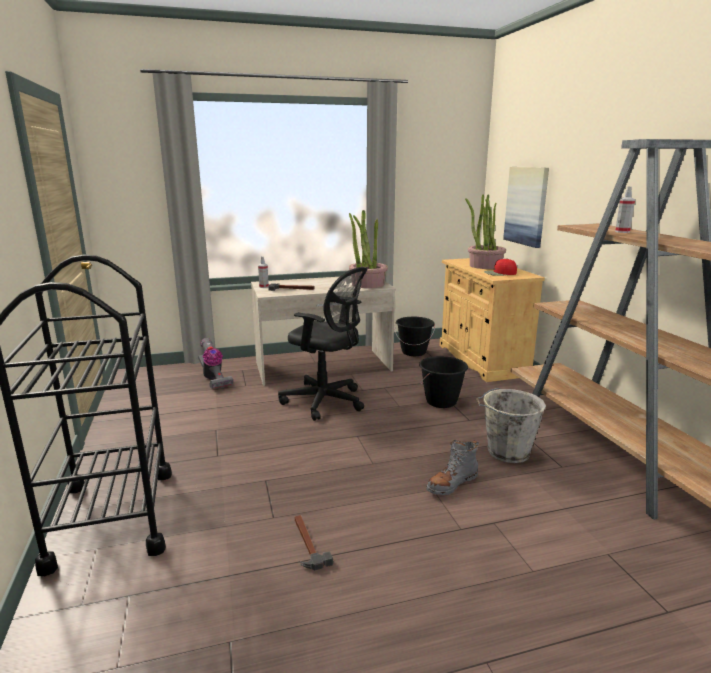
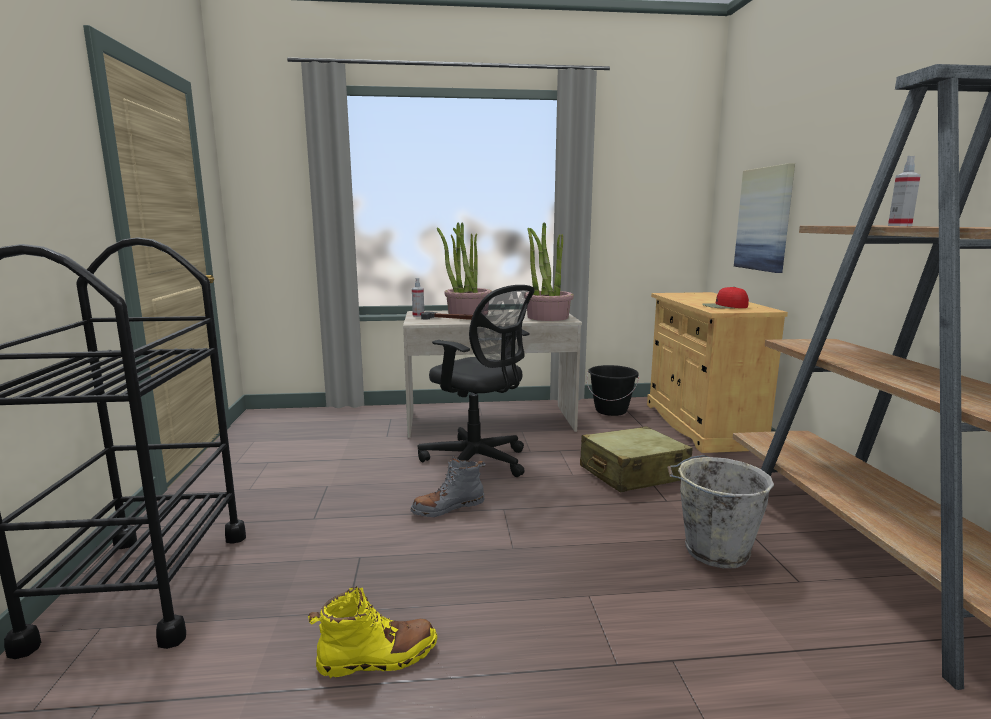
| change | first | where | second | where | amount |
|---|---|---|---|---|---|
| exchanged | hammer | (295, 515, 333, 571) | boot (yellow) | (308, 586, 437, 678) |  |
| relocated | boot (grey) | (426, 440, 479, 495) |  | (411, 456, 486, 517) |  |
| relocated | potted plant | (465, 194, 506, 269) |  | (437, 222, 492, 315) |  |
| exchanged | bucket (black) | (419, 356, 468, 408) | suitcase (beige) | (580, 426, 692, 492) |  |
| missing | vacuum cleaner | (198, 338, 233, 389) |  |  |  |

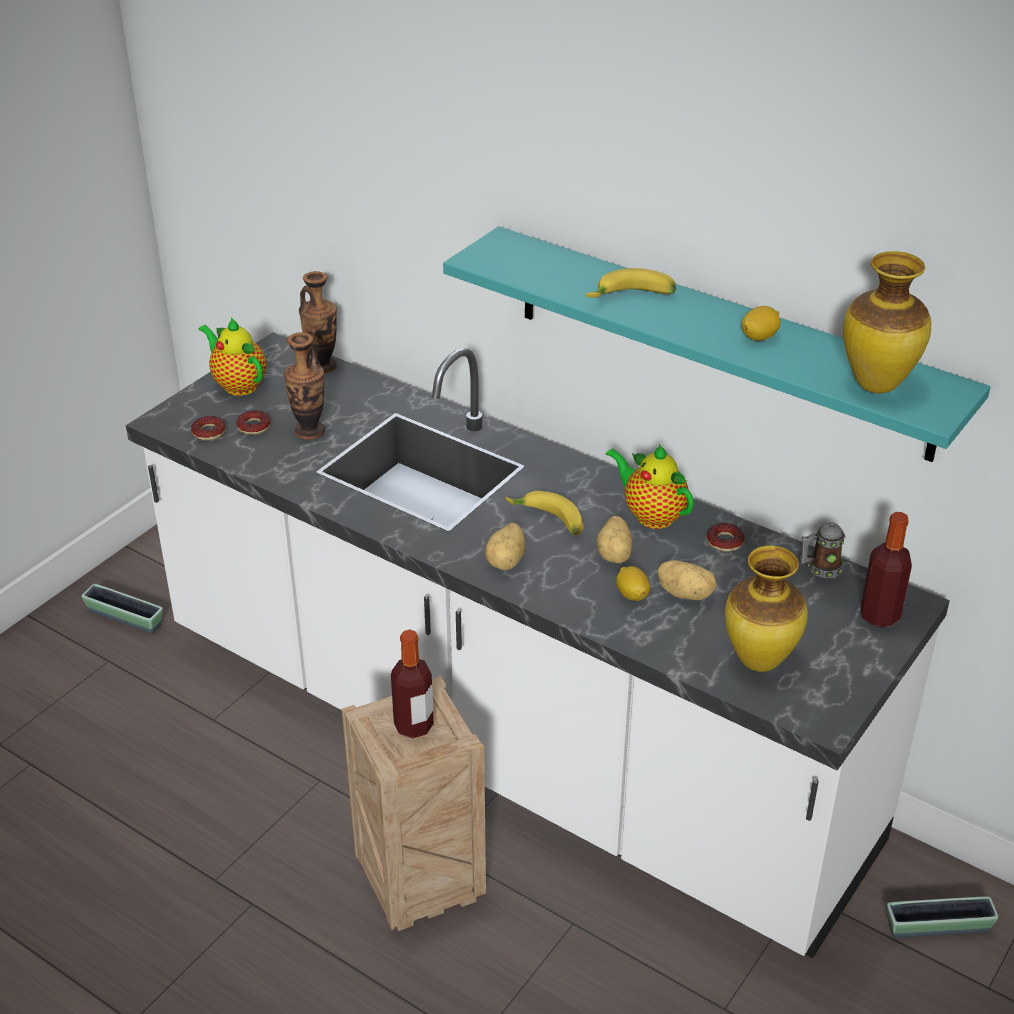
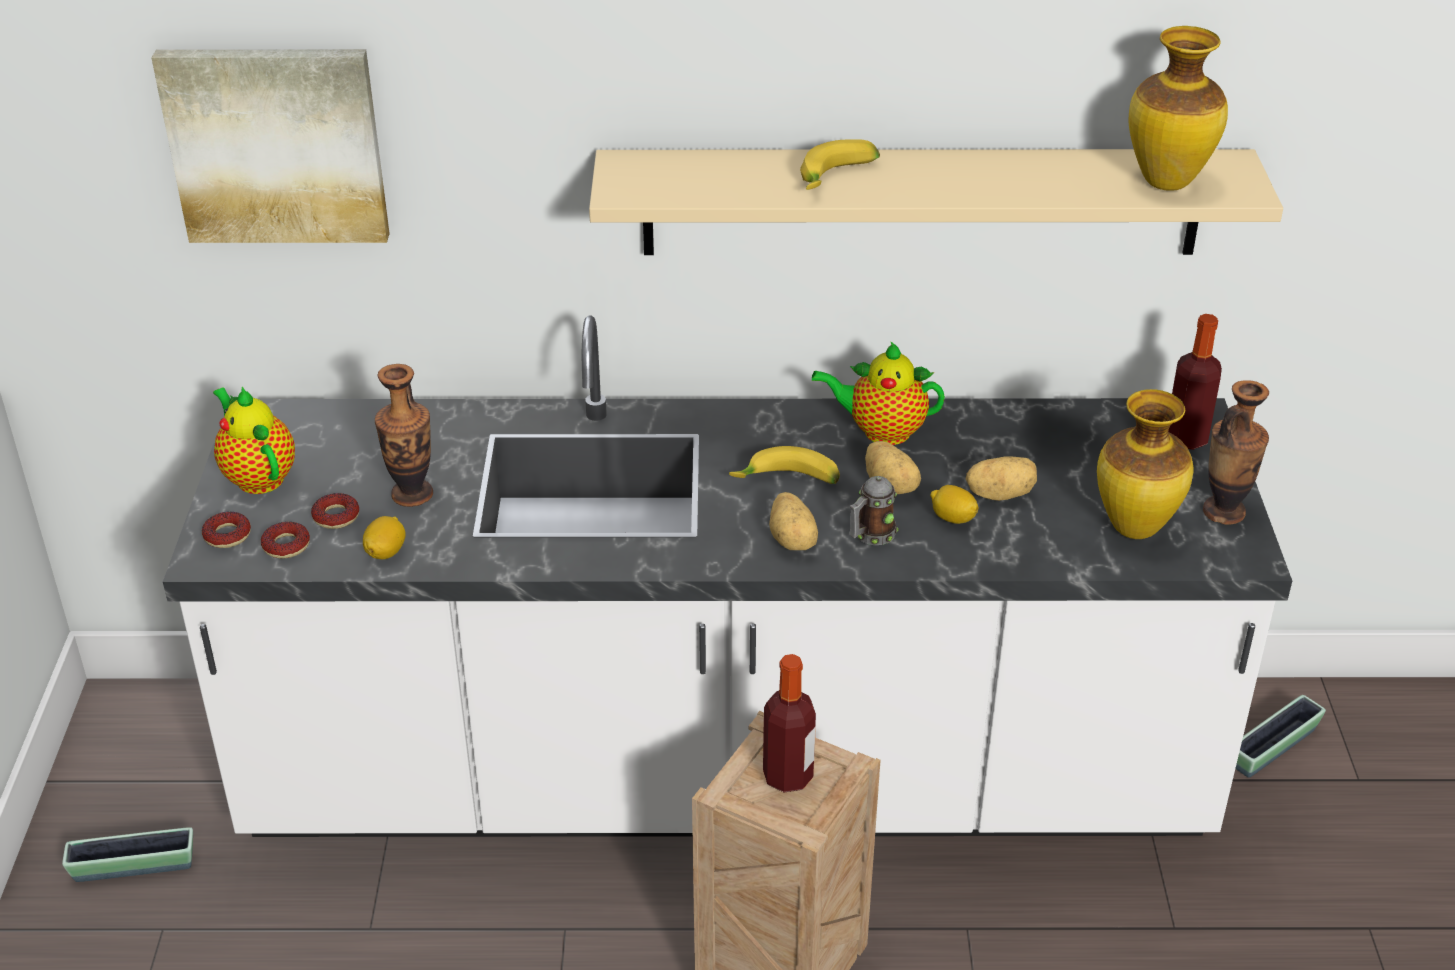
| change | first | where | second | where | amount |
|---|---|---|---|---|---|
| appeared |  |  | picture | (152, 49, 390, 243) |  |
| relocated | donut | (707, 523, 745, 552) |  | (202, 512, 251, 548) |  |
| spun | teapot | (199, 317, 267, 396) |  | (213, 387, 295, 494) | 45 degrees clockwise |
| relocated | lemon | (741, 306, 781, 341) |  | (363, 516, 406, 559) |  |
| colour | shelf (turquoise) | (443, 226, 991, 462) | shelf (beige) | (589, 149, 1283, 255) |  |
| relocated | mug | (800, 522, 845, 578) |  | (849, 476, 898, 545) |  |
| relocated | vase | (299, 271, 337, 373) |  | (1203, 380, 1269, 525) |  |

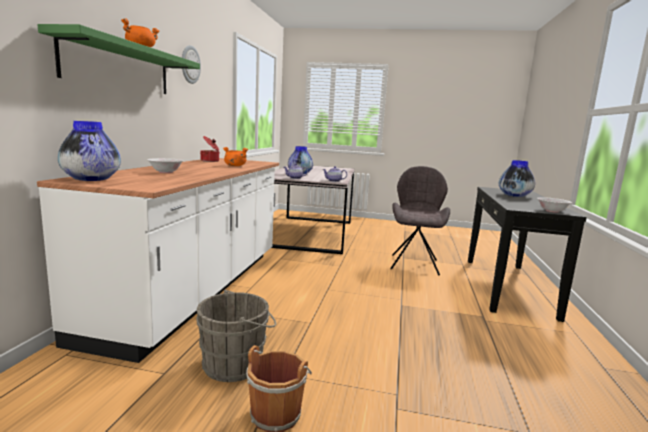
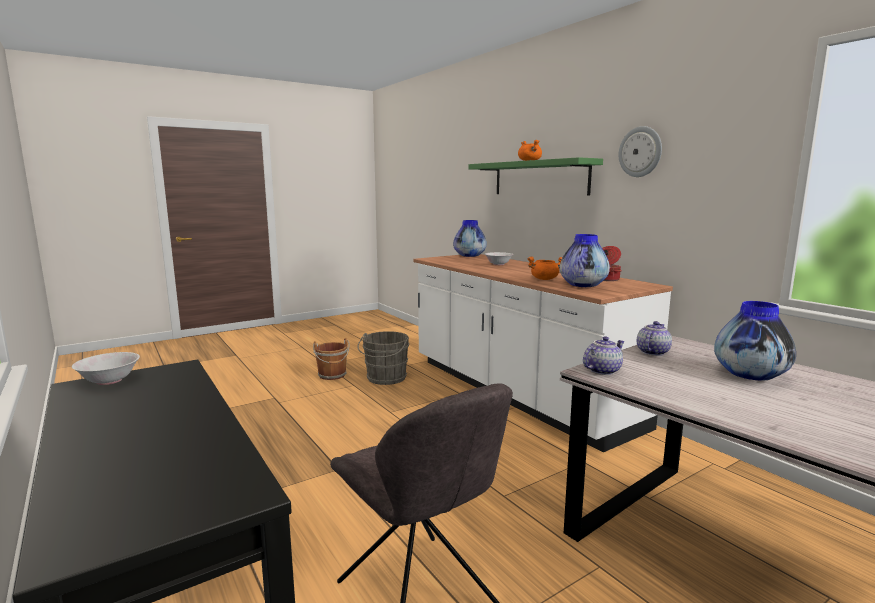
| change | first | where | second | where | amount |
|---|---|---|---|---|---|
| relocated | vase | (499, 160, 535, 197) |  | (560, 234, 610, 287) |  |

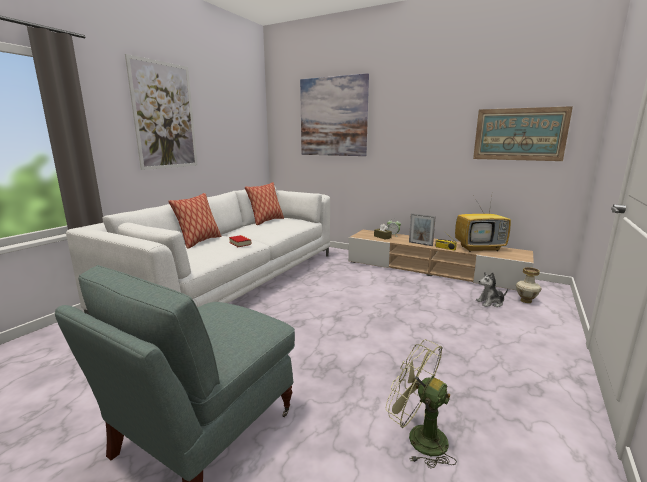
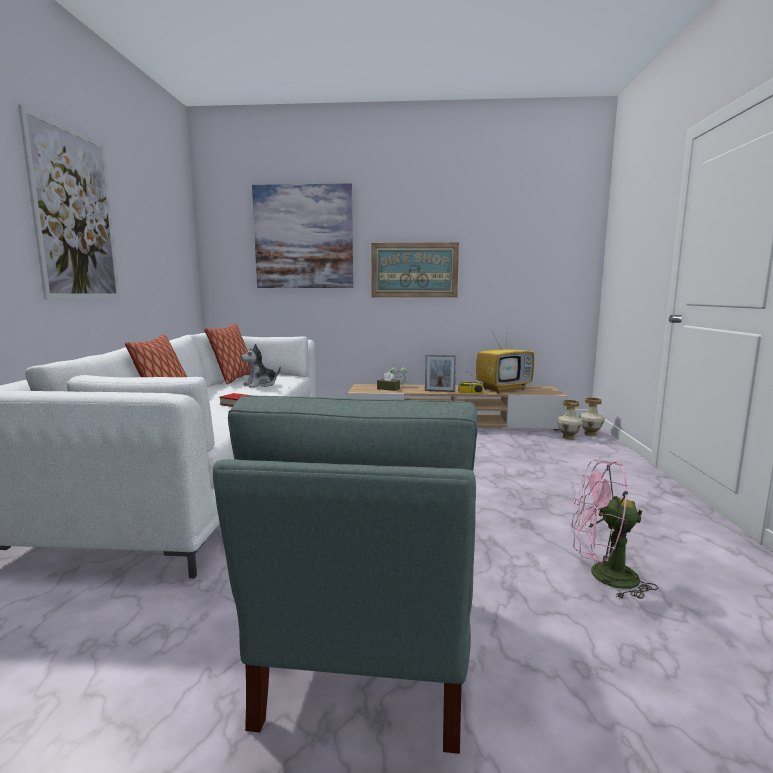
| change | first | where | second | where | amount |
|---|---|---|---|---|---|
| relocated | plush toy | (476, 272, 508, 307) |  | (241, 344, 281, 388) |  |
| relocated | picture | (473, 106, 573, 161) |  | (371, 242, 459, 298) |  |
| colour | fan (green) | (386, 339, 457, 469) | fan (pink) | (571, 459, 658, 599) |  |
| appeared |  |  | vase | (579, 397, 605, 436) |  |

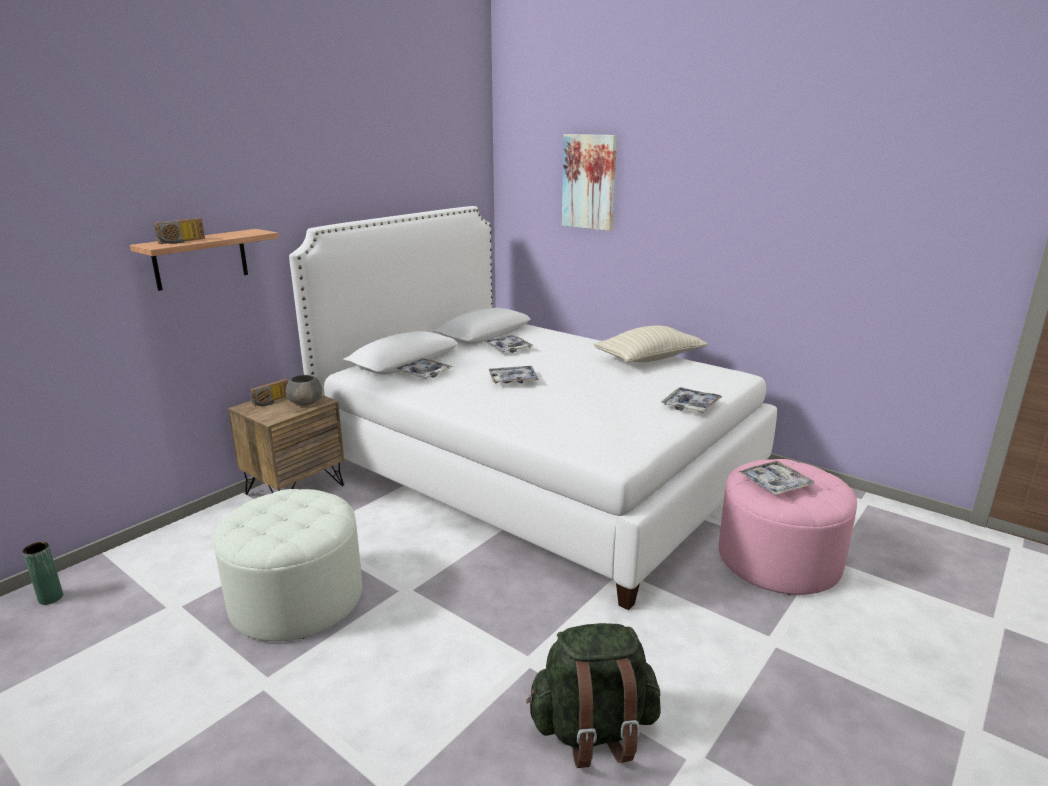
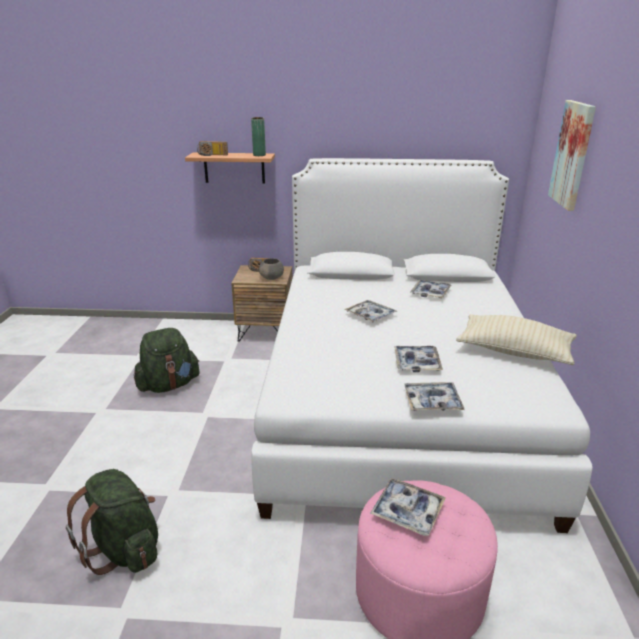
| change | first | where | second | where | amount |
|---|---|---|---|---|---|
| exchanged | ottoman (white) | (214, 489, 362, 642) | backpack (green) | (134, 328, 200, 393) |  |
| relocated | vase (green) | (23, 542, 63, 605) |  | (251, 117, 266, 156) |  |
| relocated | tray | (394, 358, 453, 379) |  | (394, 346, 443, 372) |  |

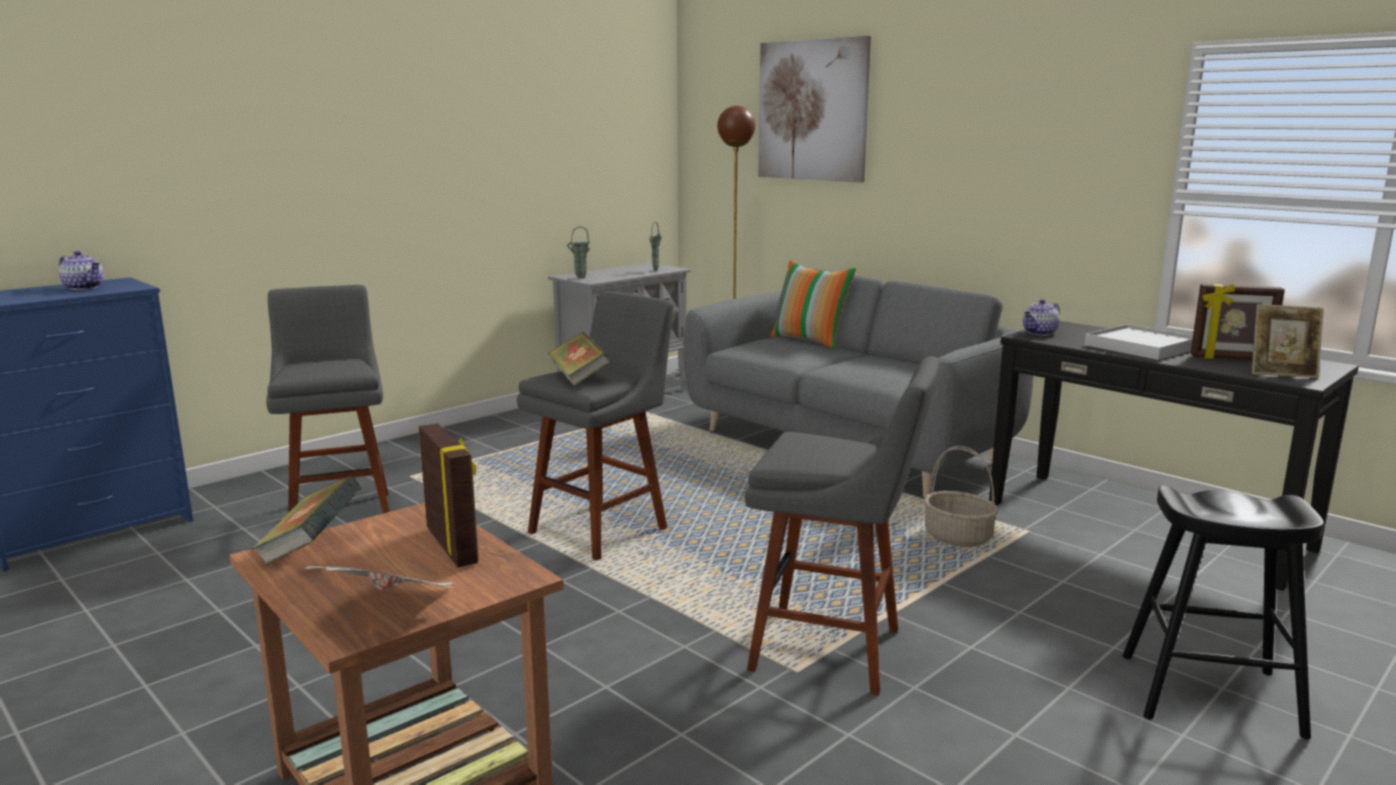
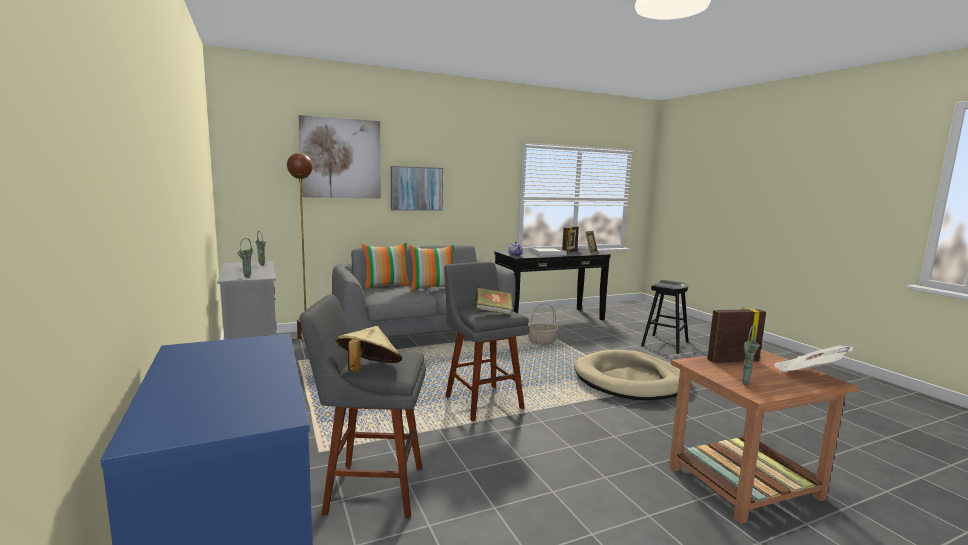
| change | first | where | second | where | amount |
|---|---|---|---|---|---|
| appeared |  |  | hat (beige) | (335, 326, 402, 372) |  |
| appeared |  |  | picture | (391, 166, 443, 210) |  |
| appeared |  |  | pillow | (409, 245, 454, 291) |  |
| exchanged | stool (grey) | (745, 356, 939, 696) | dog bed (beige) | (574, 350, 692, 400) |  |
| exchanged | book | (251, 476, 361, 565) | vase (green) | (742, 325, 760, 386) |  |
| missing | teapot | (59, 251, 104, 290) |  |  |  |

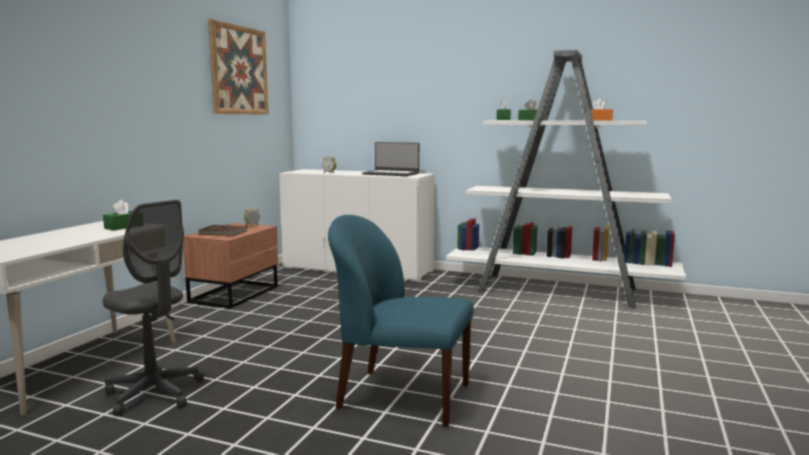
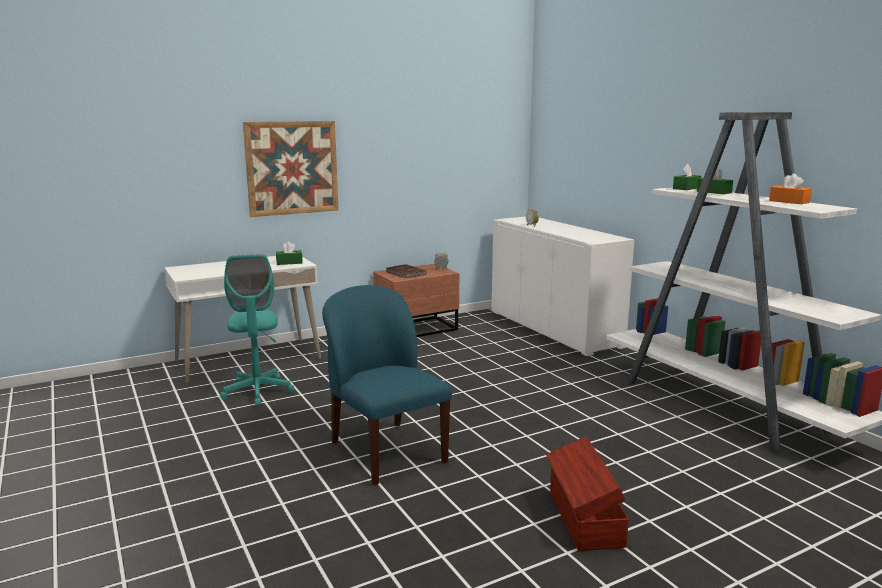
| change | first | where | second | where | amount |
|---|---|---|---|---|---|
| colour | office chair (grey) | (103, 200, 204, 416) | office chair (turquoise) | (220, 254, 295, 407) |  |
| relocated | picture | (208, 19, 269, 114) |  | (243, 121, 338, 217) |  |
| appeared |  |  | storage box (brown) | (546, 436, 629, 551) |  |
| missing | laptop | (362, 142, 419, 176) |  |  |  |

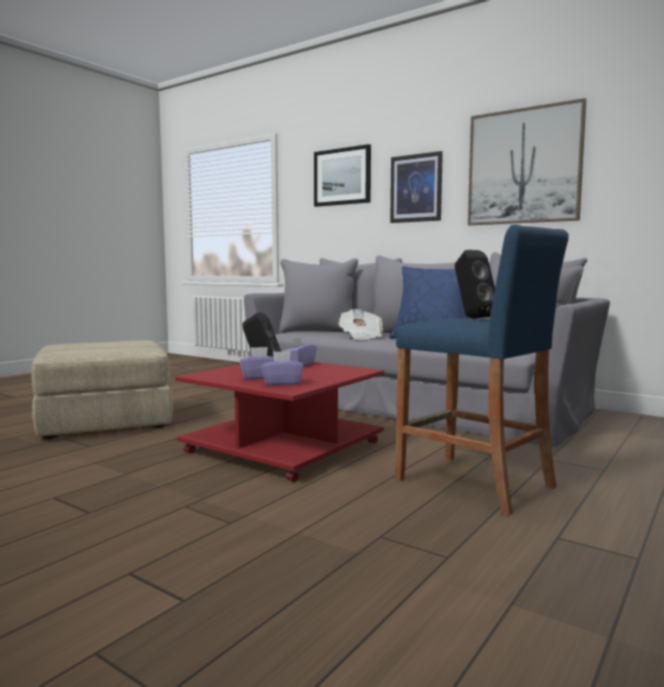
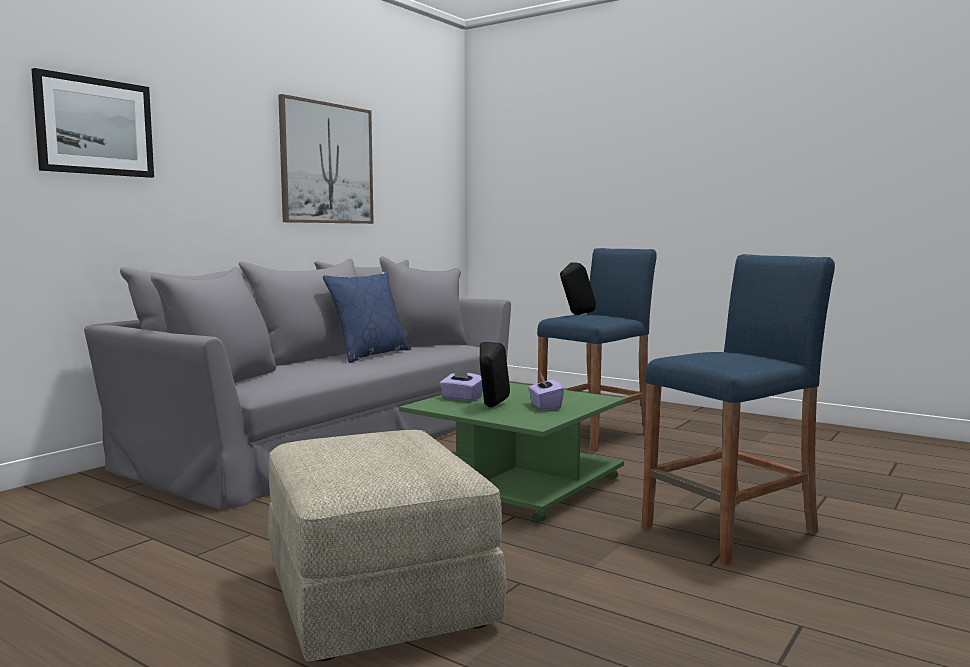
| change | first | where | second | where | amount |
|---|---|---|---|---|---|
| colour | coffee table (red) | (175, 362, 384, 482) | coffee table (green) | (399, 382, 626, 523) |  |
| appeared |  |  | stool (blue) | (642, 254, 835, 566) |  |
| missing | tissue box (purple) | (261, 351, 304, 386) |  |  |  |
| missing | newspaper | (338, 309, 383, 340) |  |  |  |
| missing | picture | (390, 151, 443, 223) |  |  |  |

